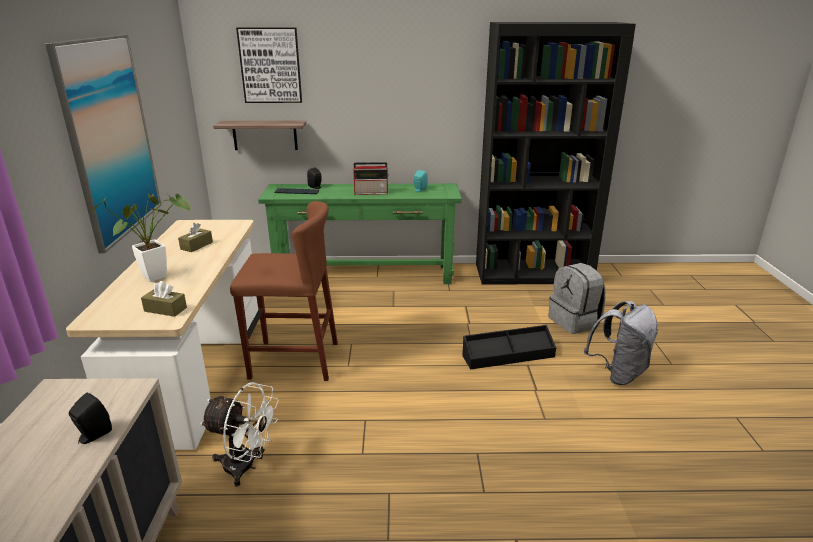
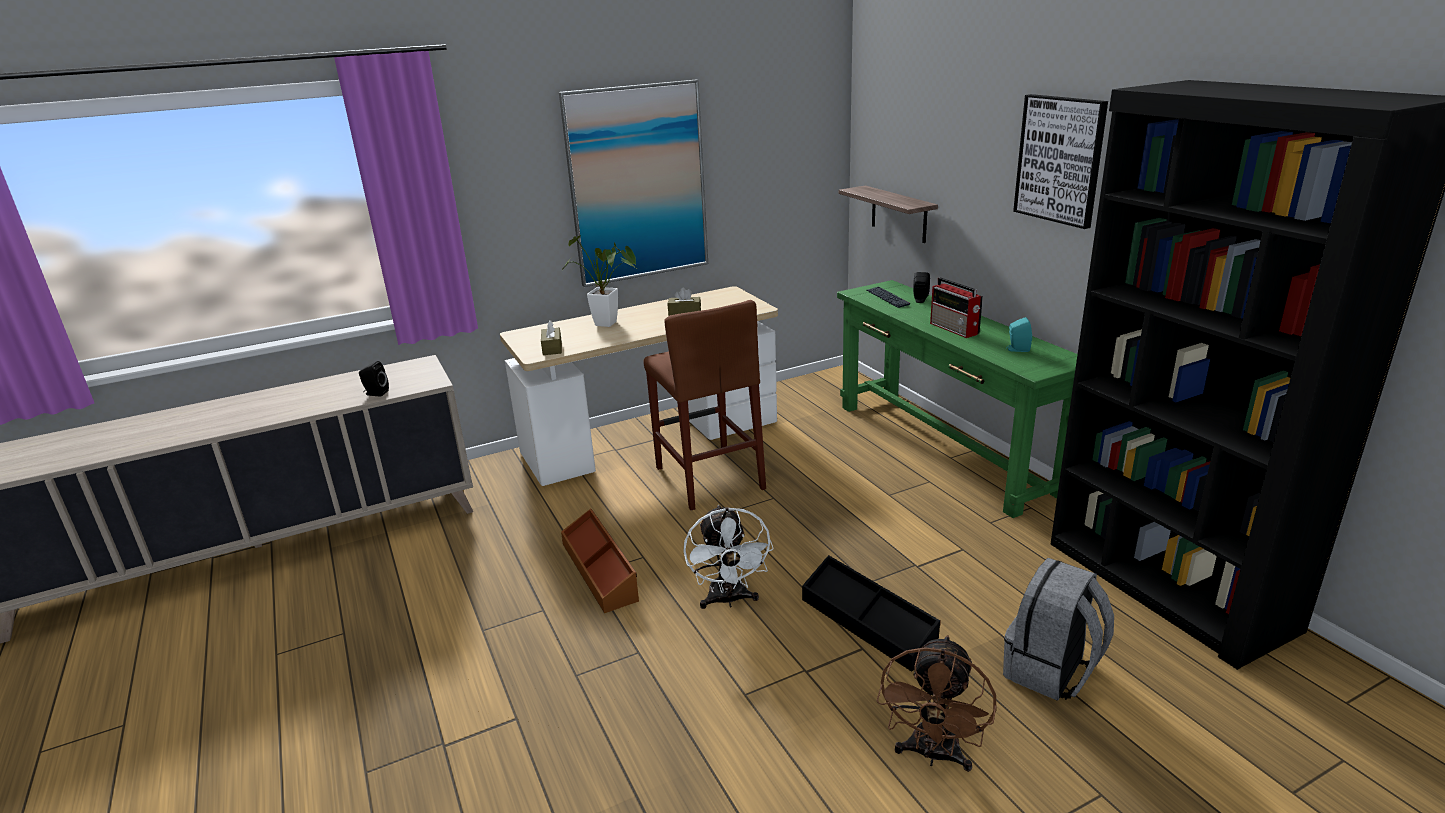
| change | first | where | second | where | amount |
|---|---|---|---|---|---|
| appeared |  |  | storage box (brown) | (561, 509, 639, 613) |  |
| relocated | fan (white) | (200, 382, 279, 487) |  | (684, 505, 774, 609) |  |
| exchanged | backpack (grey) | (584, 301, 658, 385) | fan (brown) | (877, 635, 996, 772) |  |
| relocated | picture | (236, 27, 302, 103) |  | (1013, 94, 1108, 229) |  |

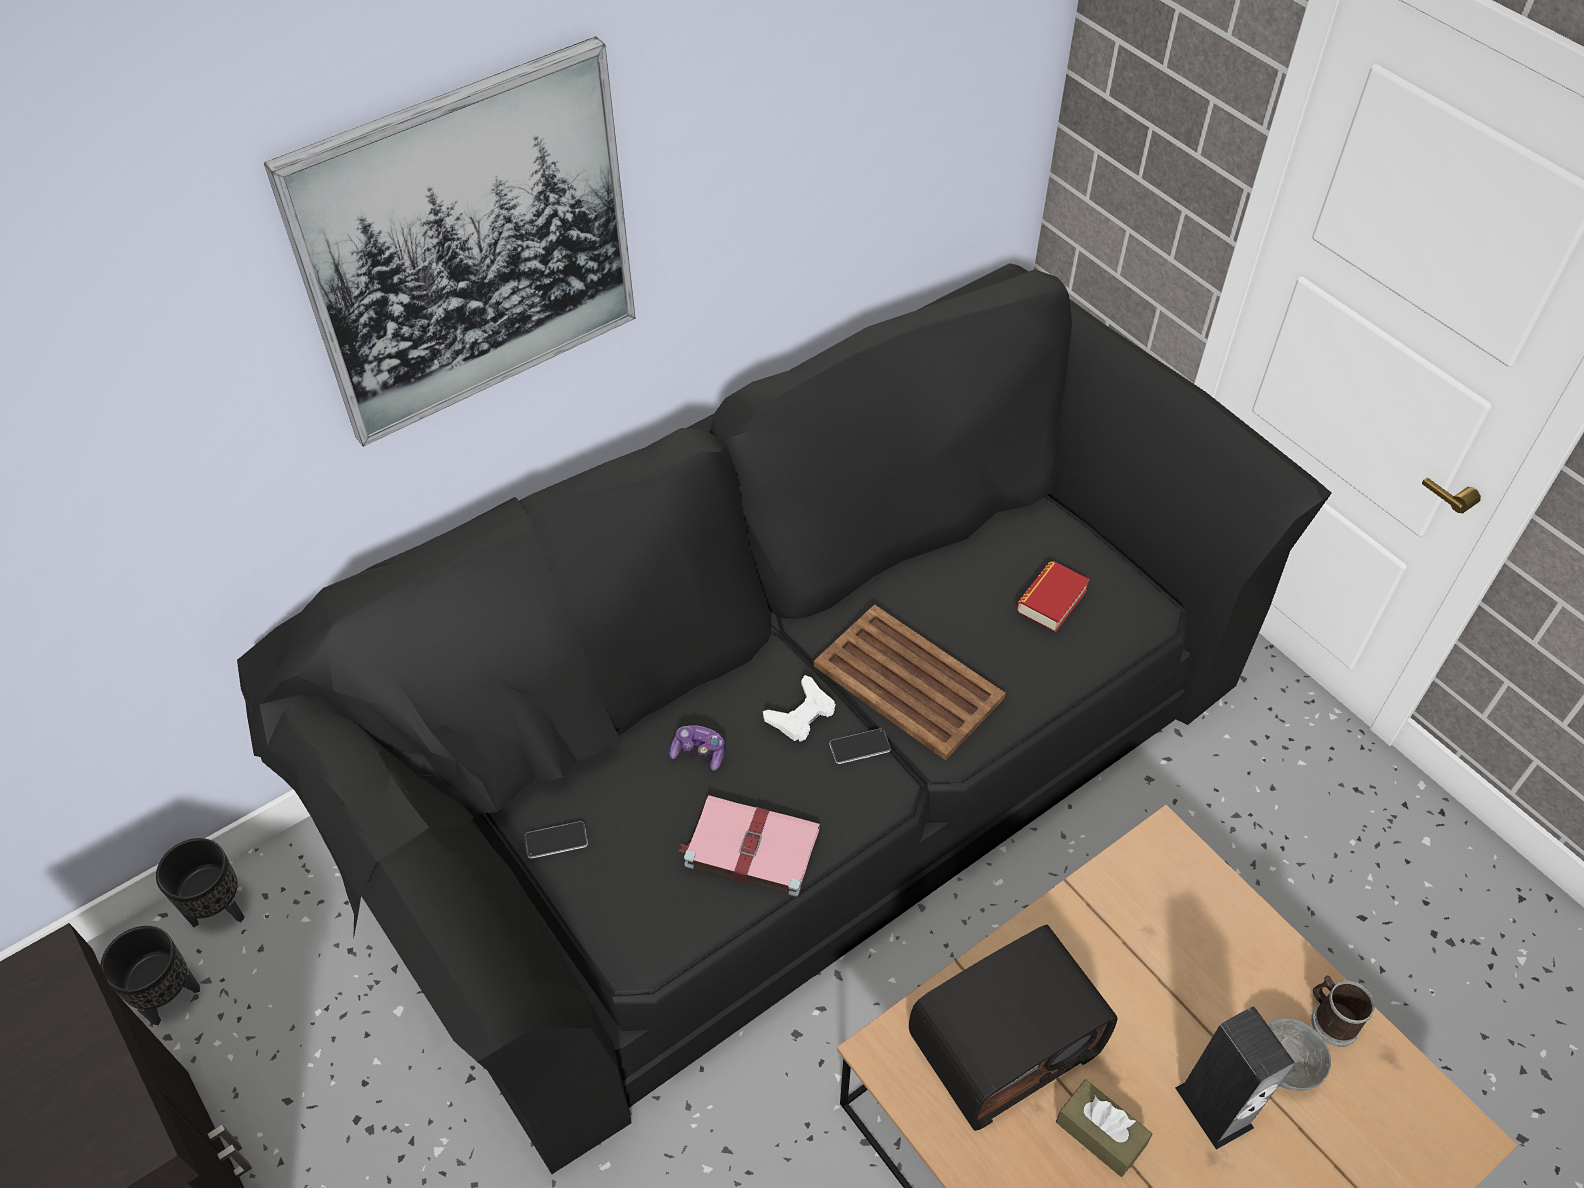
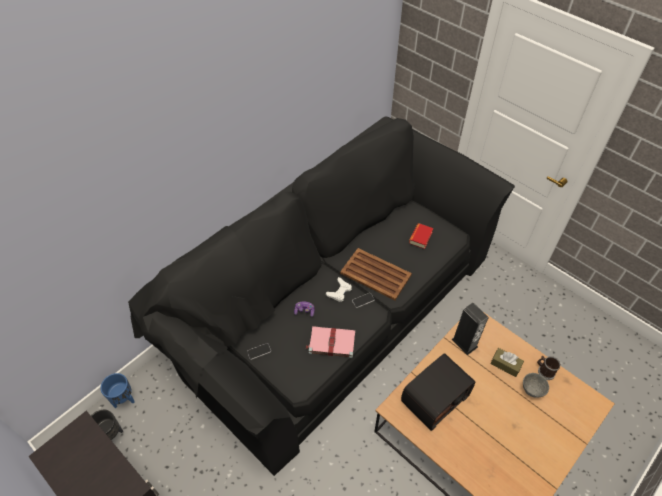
| change | first | where | second | where | amount |
|---|---|---|---|---|---|
| colour | planter (black) | (156, 838, 245, 927) | planter (blue) | (100, 373, 135, 408) |  |
| relocated | speaker | (1175, 1006, 1296, 1150) |  | (452, 303, 489, 355) |  |
| relocated | tissue box (brown) | (1056, 1079, 1152, 1177) |  | (490, 348, 524, 377) |  |
| missing | picture | (264, 36, 636, 447) |  |  |  |

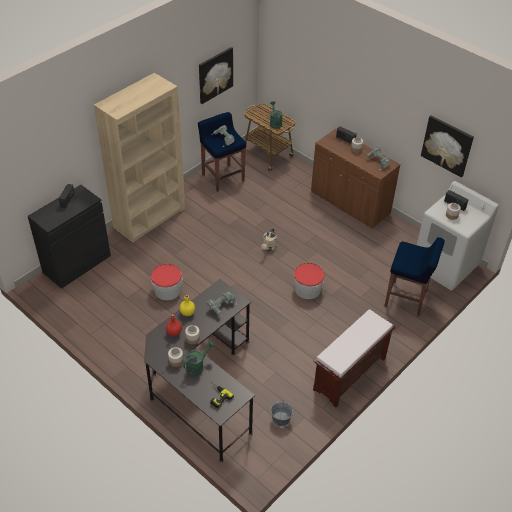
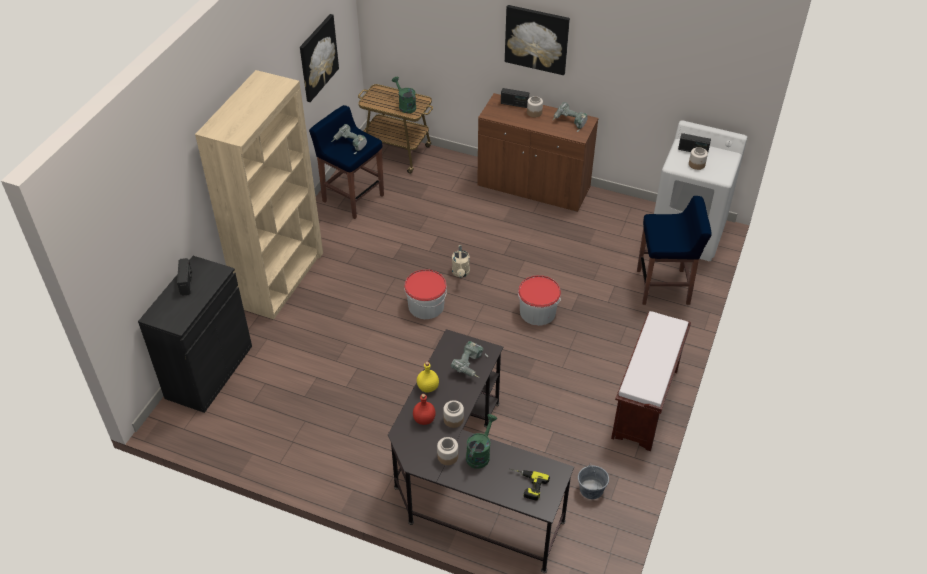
| change | first | where | second | where | amount |
|---|---|---|---|---|---|
| relocated | bucket | (151, 264, 183, 300) |  | (404, 269, 447, 319) |  |
| relocated | picture | (421, 116, 474, 178) |  | (505, 5, 570, 75) |  |

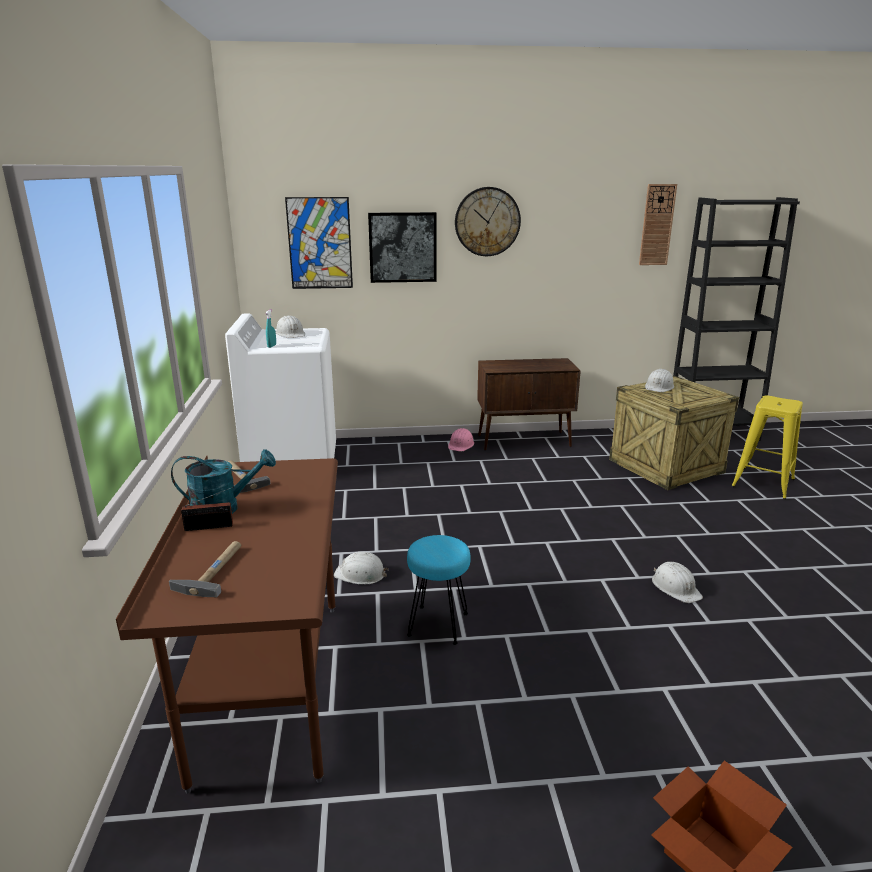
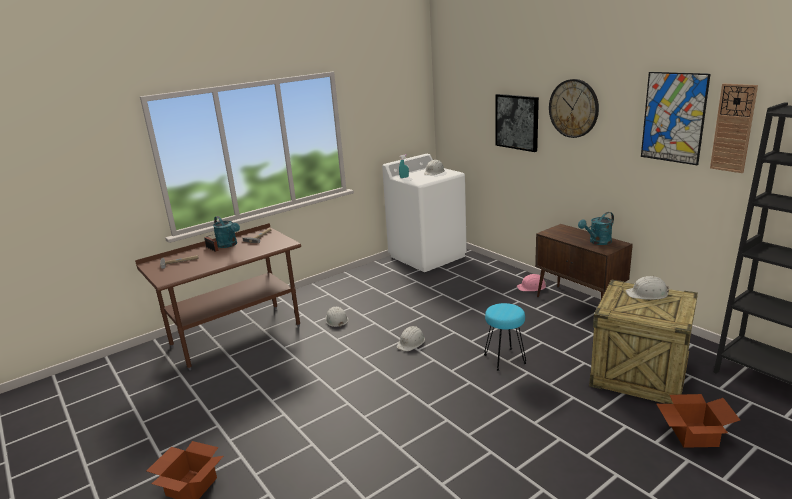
| change | first | where | second | where | amount |
|---|---|---|---|---|---|
| relocated | hard hat (white) | (652, 562, 703, 603) |  | (397, 326, 425, 351) |  |
| relocated | stool (turquoise) | (407, 535, 471, 645) |  | (484, 303, 527, 371) |  |
| appeared |  |  | watering can (turquoise) | (578, 212, 614, 245) |  |
| relocated | picture | (285, 197, 353, 289) |  | (641, 72, 710, 165) |  |
| exchanged | stool (yellow) | (731, 395, 803, 500) | cardboard box | (657, 394, 740, 448) |  |

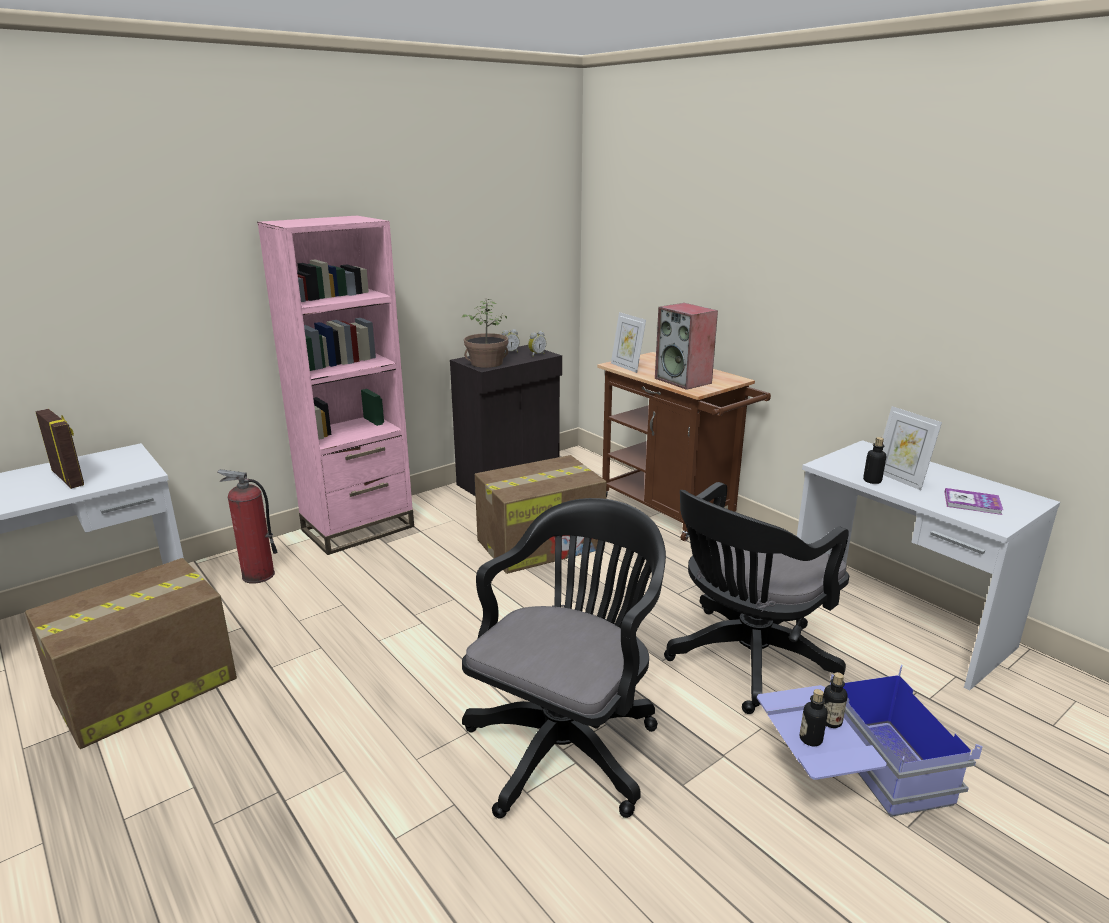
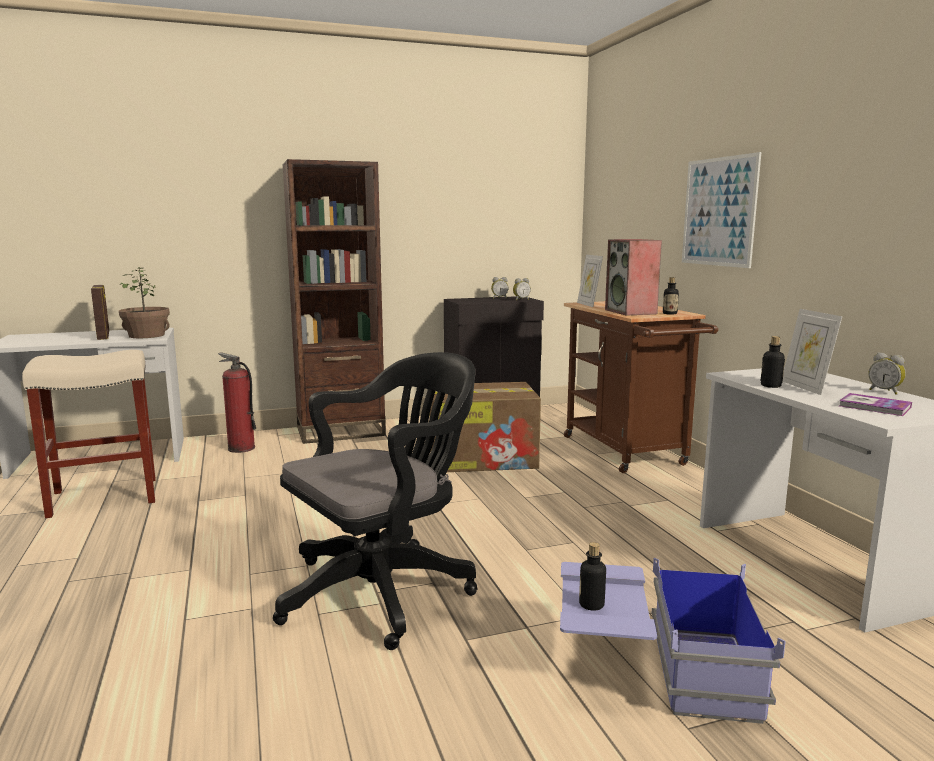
| change | first | where | second | where | amount |
|---|---|---|---|---|---|
| exchanged | cardboard box | (25, 558, 237, 749) | stool (beige) | (22, 350, 156, 518) |  |
| relocated | potted plant | (462, 299, 508, 368) |  | (118, 267, 170, 338) |  |
| colour | bookcase (pink) | (257, 216, 414, 555) | bookcase (brown) | (283, 159, 386, 444) |  |
| relocated | bottle | (823, 672, 848, 728) |  | (663, 277, 679, 315) |  |
| appeared |  |  | picture | (682, 152, 761, 268) |  |
| appeared |  |  | alarm clock | (868, 352, 906, 395) |  |
| missing | office chair (black) | (664, 482, 849, 714) |  |  |  |

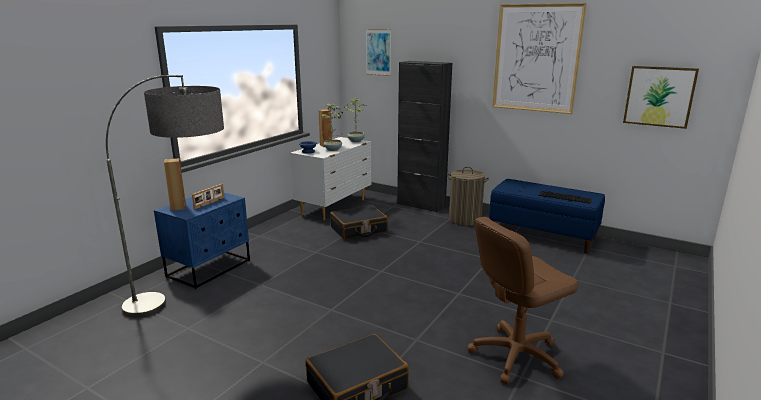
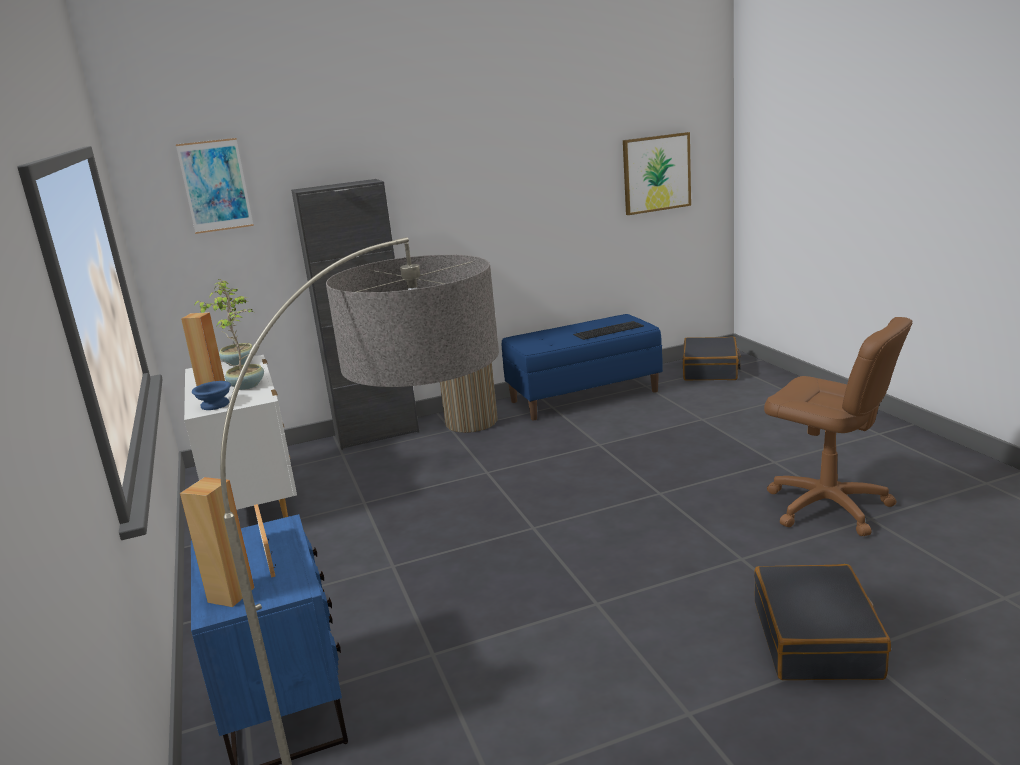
| change | first | where | second | where | amount |
|---|---|---|---|---|---|
| relocated | suitcase (black) | (330, 205, 388, 240) |  | (682, 337, 741, 380) |  |
| spun | office chair (brown) | (467, 217, 578, 384) |  | (764, 317, 912, 536) | 60 degrees counterclockwise |
| missing | picture | (492, 3, 587, 114) |  |  |  |

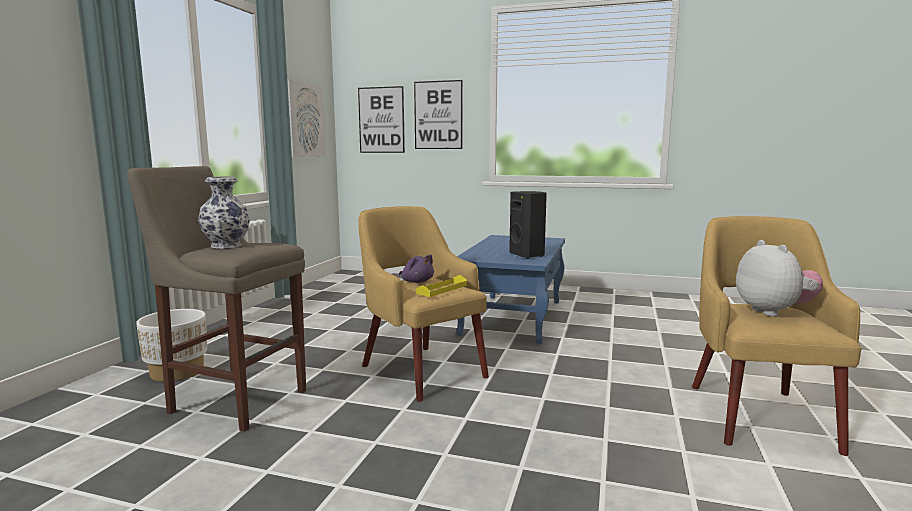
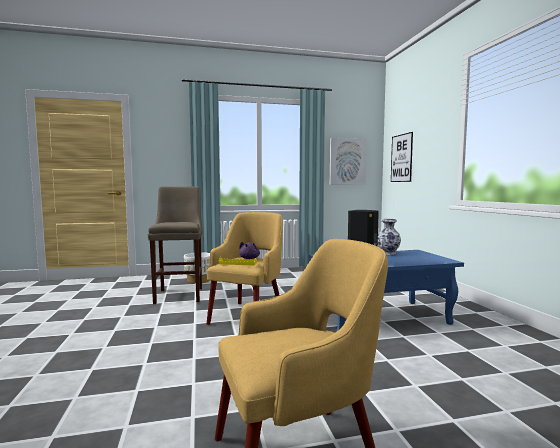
| change | first | where | second | where | amount |
|---|---|---|---|---|---|
| relocated | vase | (198, 177, 250, 249) |  | (378, 219, 401, 255) |  |
| missing | picture | (414, 80, 463, 149) |  |  |  |
| missing | plush toy | (736, 240, 823, 317) |  |  |  |

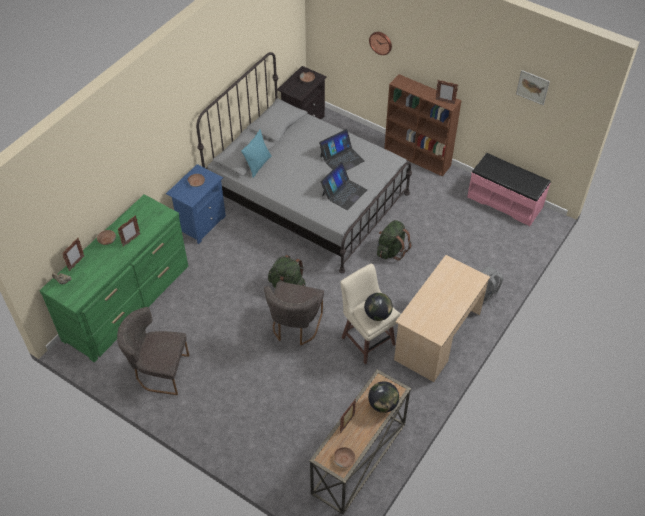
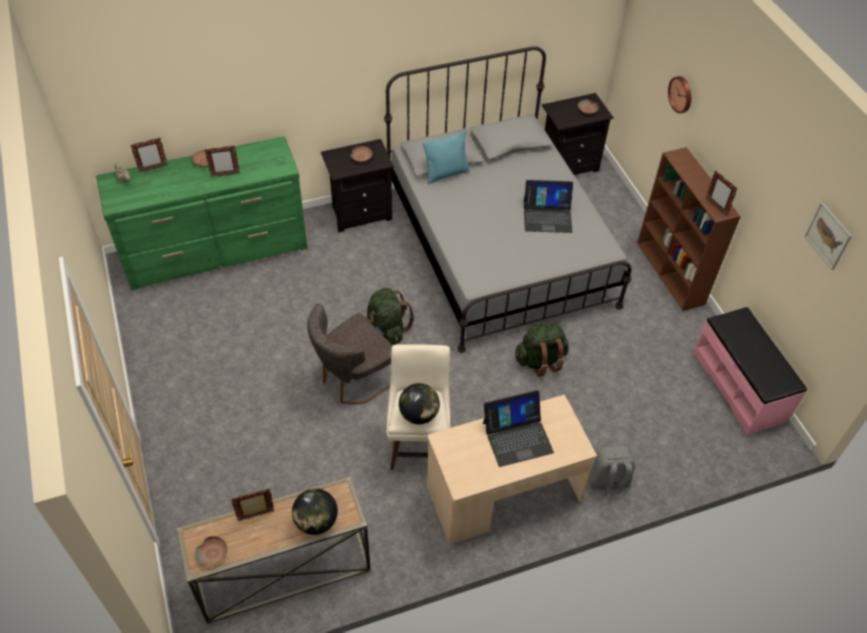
| change | first | where | second | where | amount |
|---|---|---|---|---|---|
| colour | nightstand (blue) | (166, 164, 226, 244) | nightstand (black) | (321, 139, 394, 233) |  |
| relocated | laptop | (321, 162, 367, 210) |  | (483, 390, 554, 467) |  |
| missing | chair (grey) | (117, 307, 189, 395) |  |  |  |

